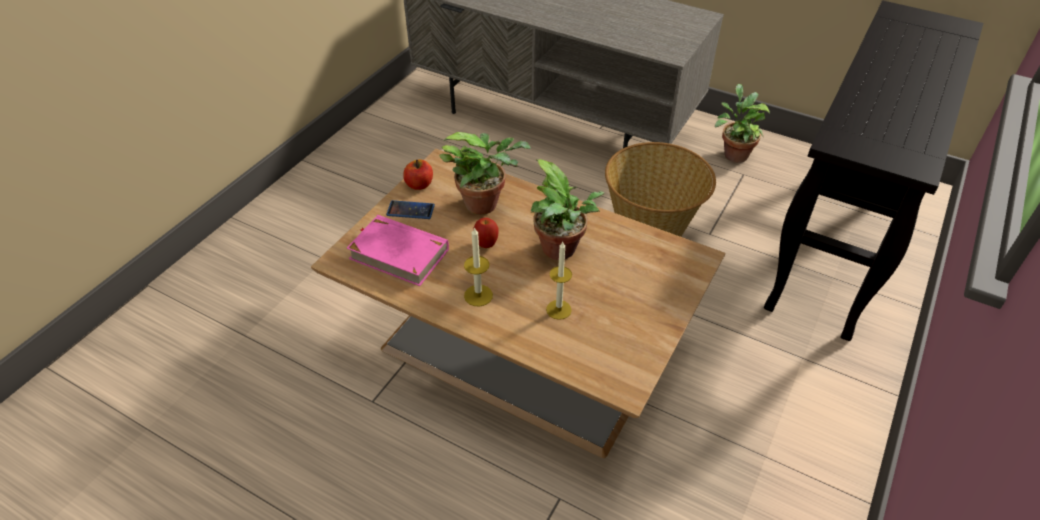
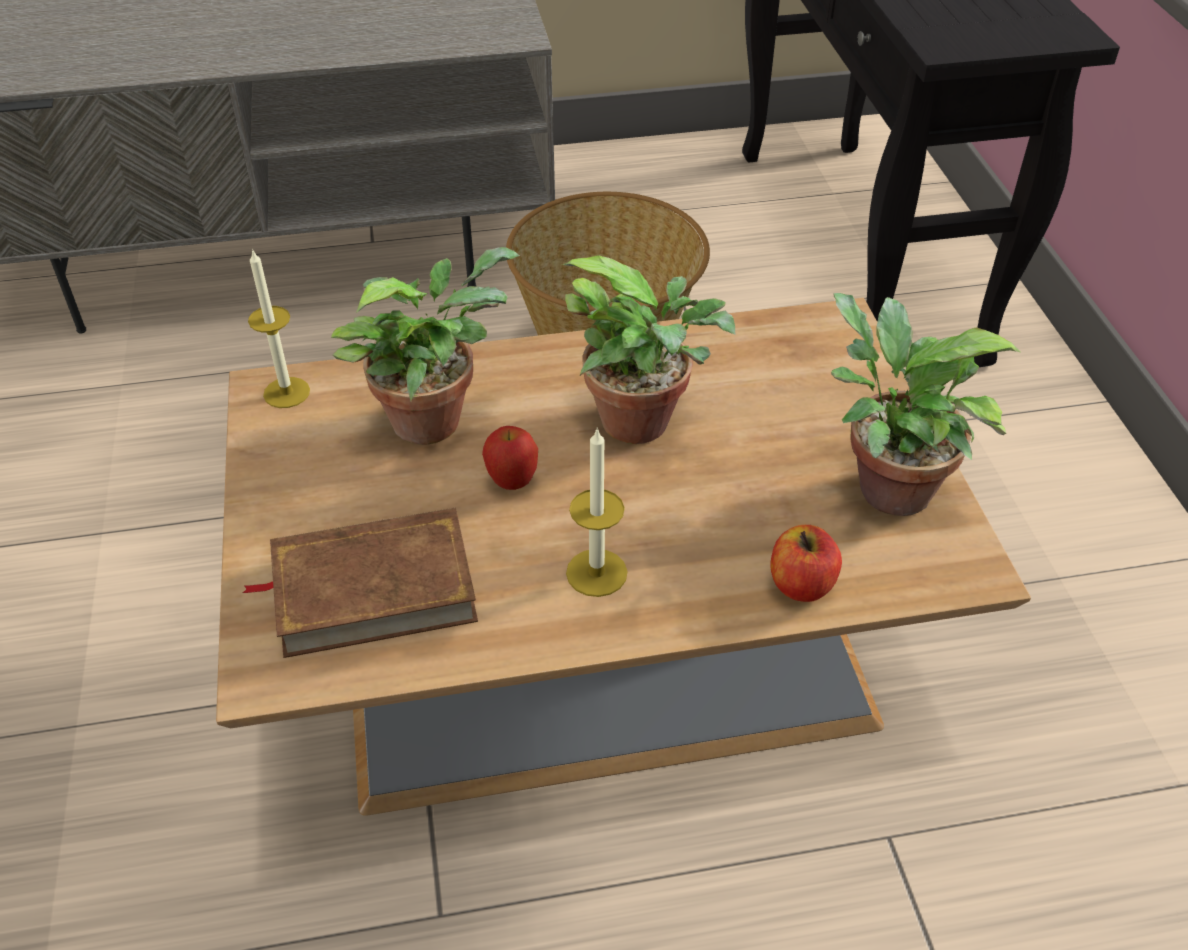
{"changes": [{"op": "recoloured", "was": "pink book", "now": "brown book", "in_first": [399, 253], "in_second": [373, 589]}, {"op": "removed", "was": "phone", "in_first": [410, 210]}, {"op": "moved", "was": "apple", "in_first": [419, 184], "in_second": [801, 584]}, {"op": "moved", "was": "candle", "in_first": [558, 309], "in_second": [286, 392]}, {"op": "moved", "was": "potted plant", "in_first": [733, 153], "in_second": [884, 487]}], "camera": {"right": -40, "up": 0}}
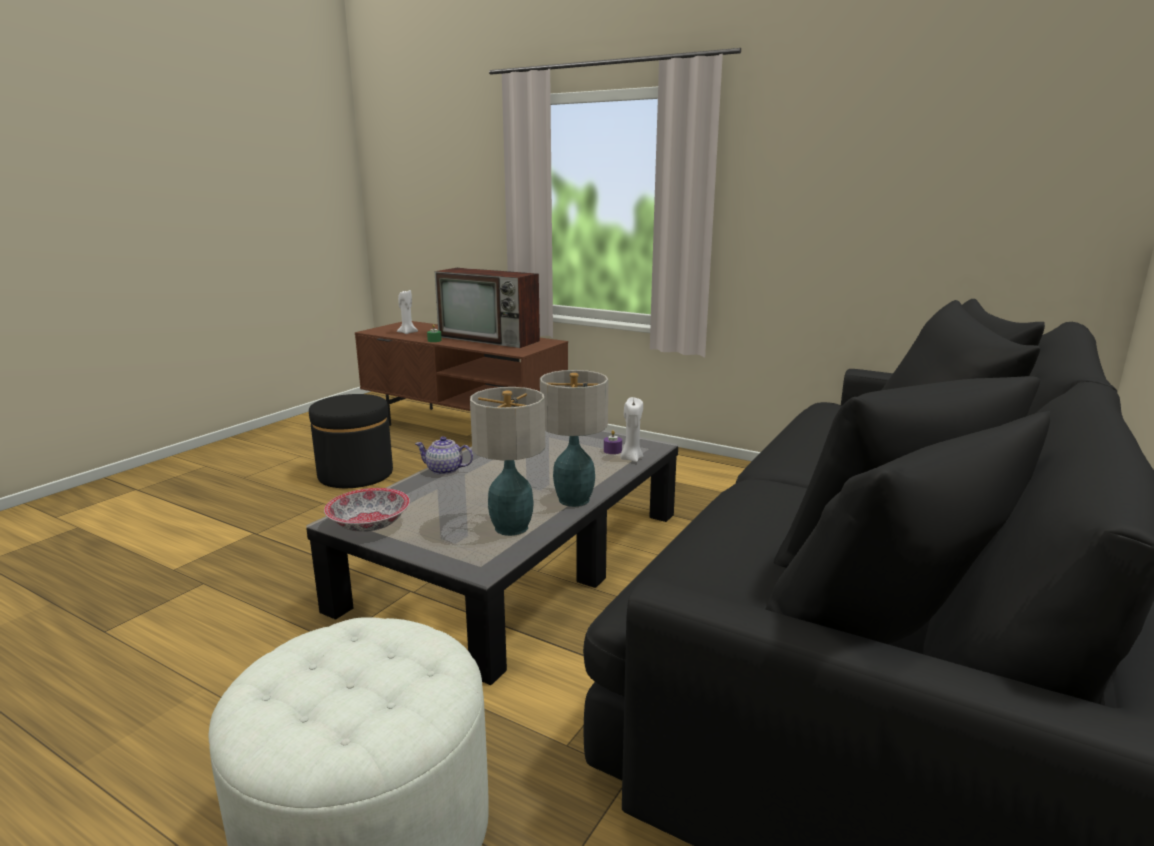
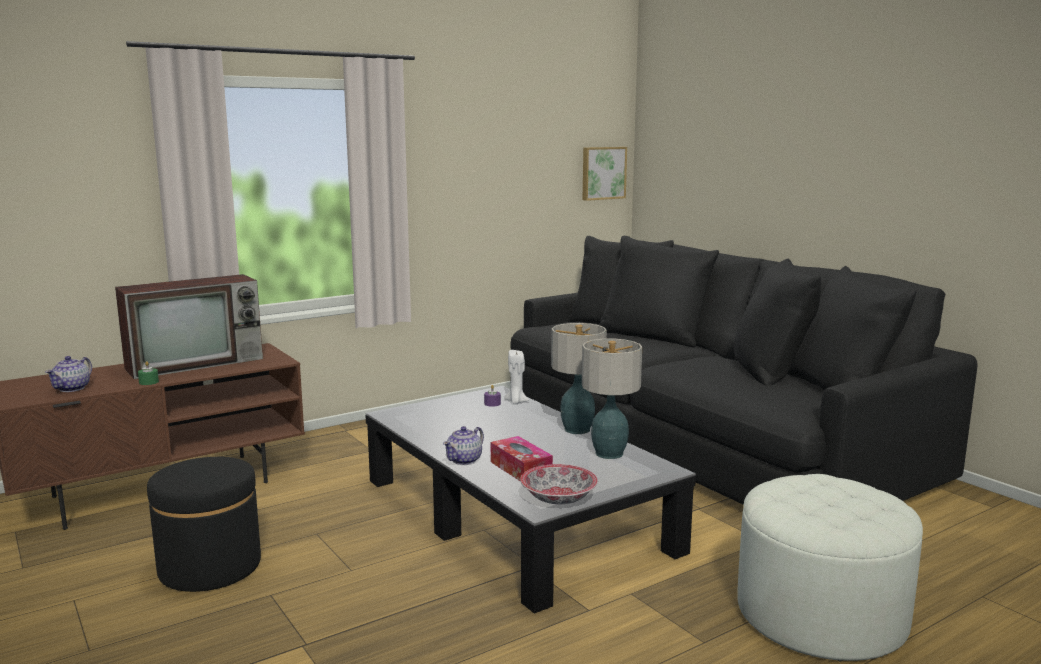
{"changes": [{"op": "replaced", "was": "white candle", "now": "teapot", "in_first": [407, 333], "in_second": [72, 388]}, {"op": "added", "now": "tissue box", "in_second": [520, 469]}, {"op": "added", "now": "picture", "in_second": [602, 173]}], "camera": {"right": -65, "up": -5}}
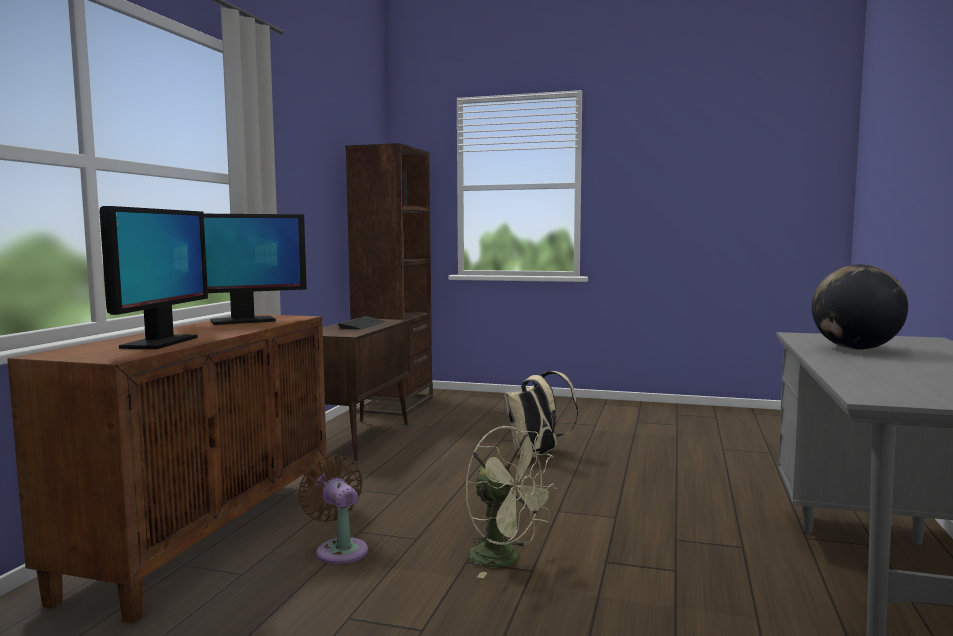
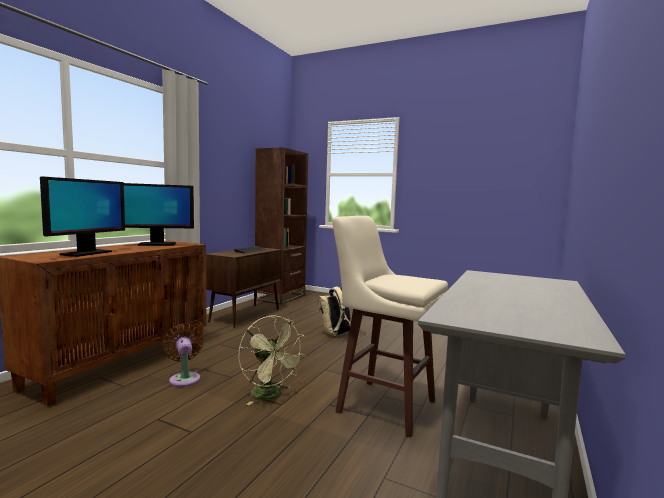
{"changes": [{"op": "removed", "was": "globe", "in_first": [855, 349]}, {"op": "added", "now": "beige stool", "in_second": [384, 405]}], "camera": {"right": 10, "up": 0}}
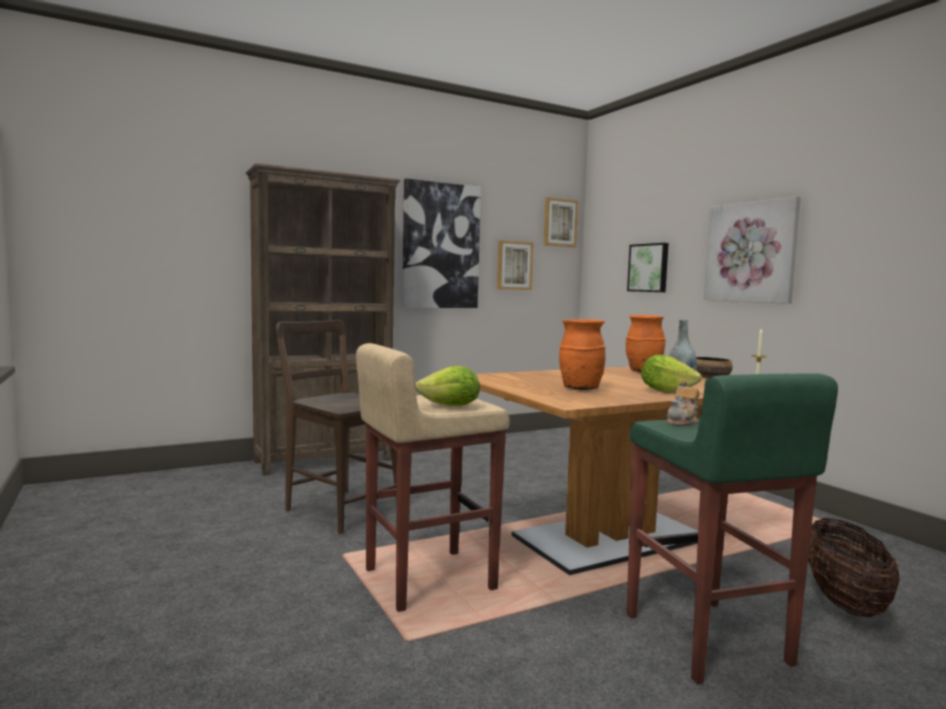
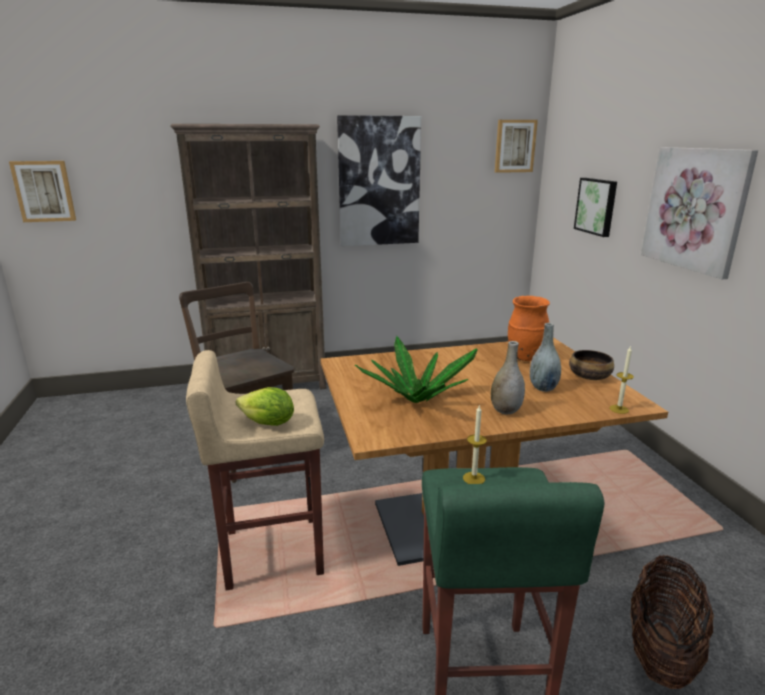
{"changes": [{"op": "moved", "was": "picture", "in_first": [514, 265], "in_second": [44, 191]}, {"op": "replaced", "was": "orange vase", "now": "potted plant", "in_first": [580, 388], "in_second": [417, 399]}, {"op": "replaced", "was": "lettuce", "now": "grey vase", "in_first": [666, 391], "in_second": [505, 410]}, {"op": "replaced", "was": "teapot", "now": "candle", "in_first": [683, 422], "in_second": [474, 478]}], "camera": {"right": 15, "up": 15}}
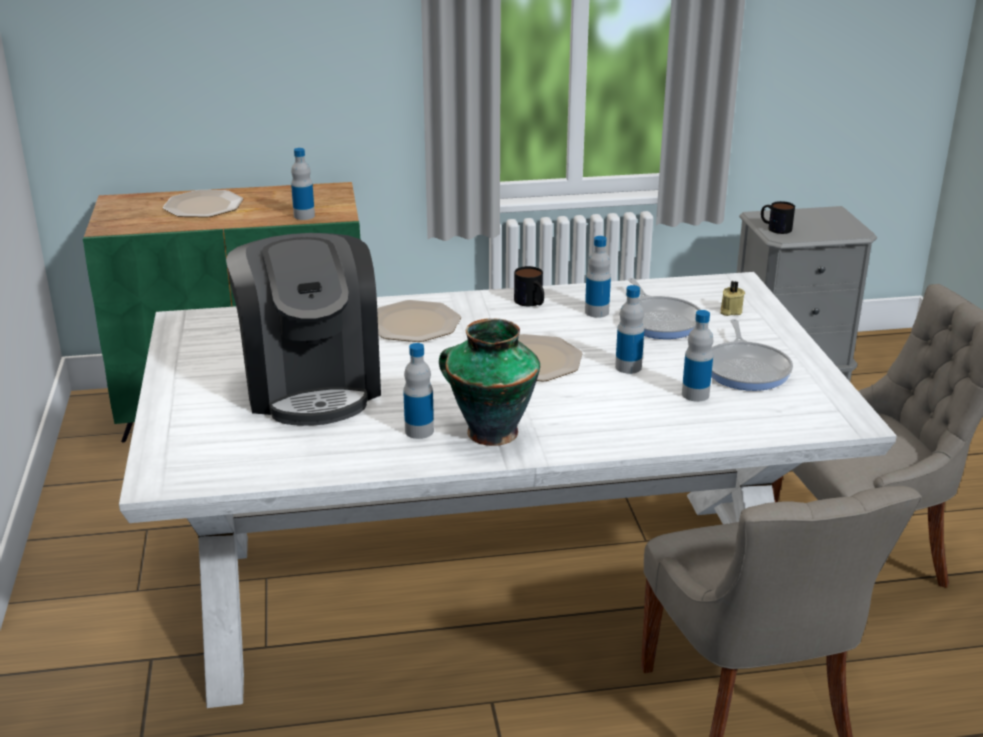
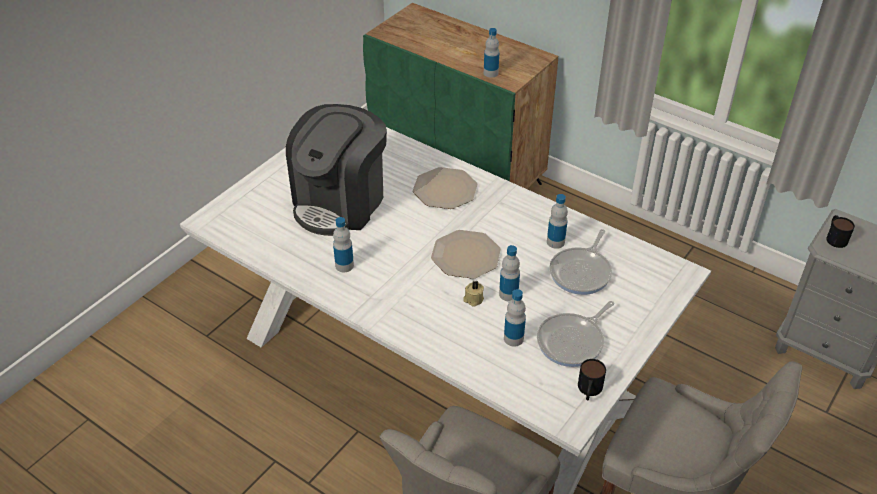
{"changes": [{"op": "removed", "was": "plate", "in_first": [203, 206]}, {"op": "removed", "was": "vase", "in_first": [490, 431]}, {"op": "moved", "was": "mug", "in_first": [531, 303], "in_second": [589, 391]}, {"op": "moved", "was": "beige candle", "in_first": [730, 311], "in_second": [473, 299]}], "camera": {"right": 45, "up": 15}}
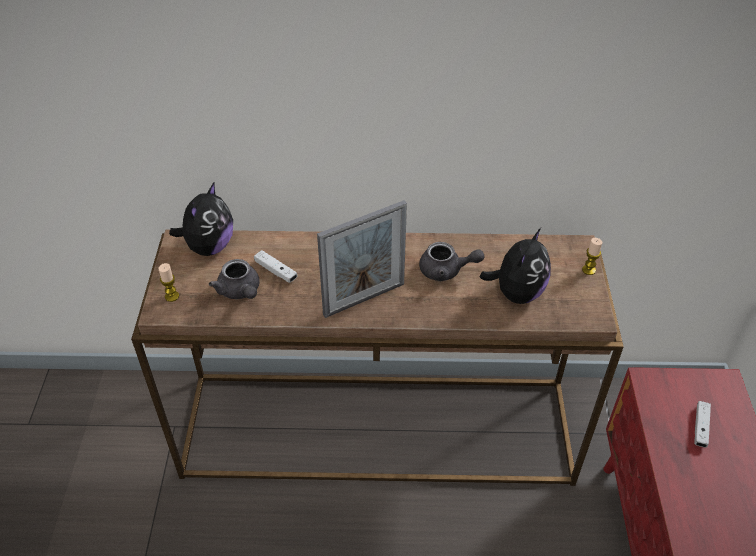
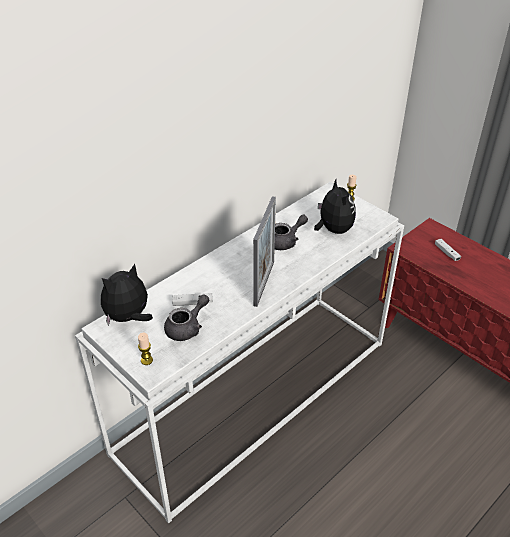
{"changes": [{"op": "recoloured", "was": "brown console table", "now": "white console table", "in_first": [380, 427], "in_second": [255, 393]}, {"op": "turned", "was": "plush toy", "in_first": [209, 246], "in_second": [128, 318], "clockwise": -105}, {"op": "turned", "was": "grey teapot", "in_first": [240, 292], "in_second": [187, 328], "clockwise": -60}], "camera": {"right": -45, "up": -5}}
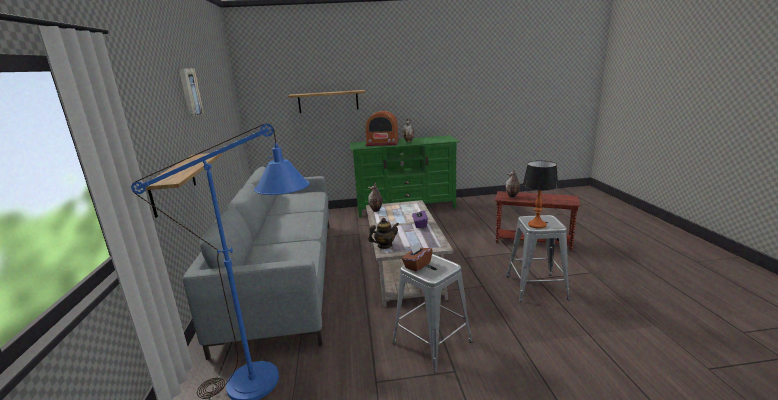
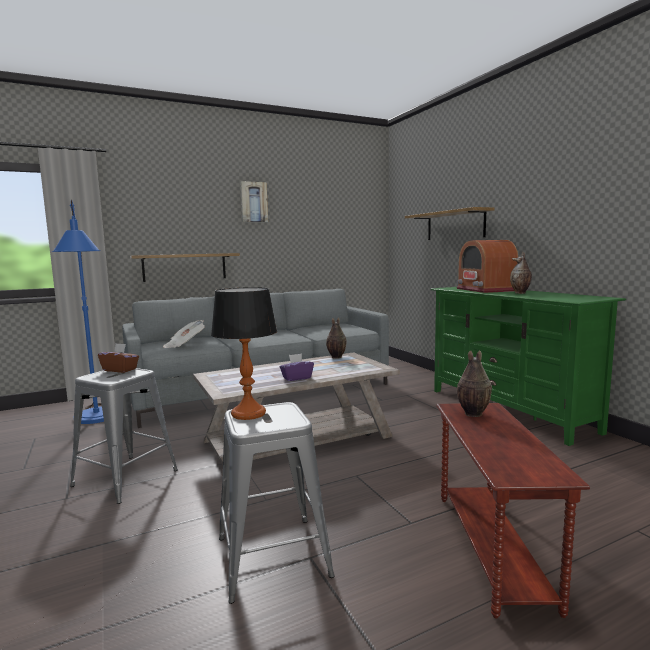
{"changes": [{"op": "removed", "was": "teapot", "in_first": [384, 246]}, {"op": "added", "now": "newspaper", "in_second": [184, 345]}], "camera": {"right": 70, "up": -10}}
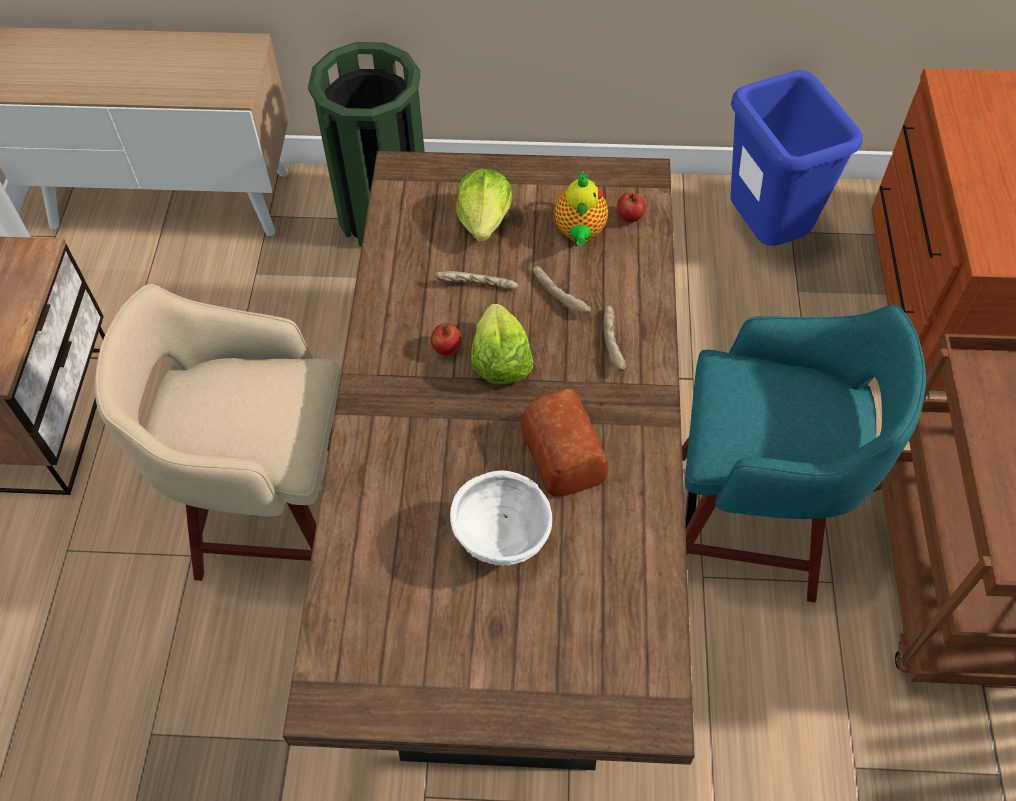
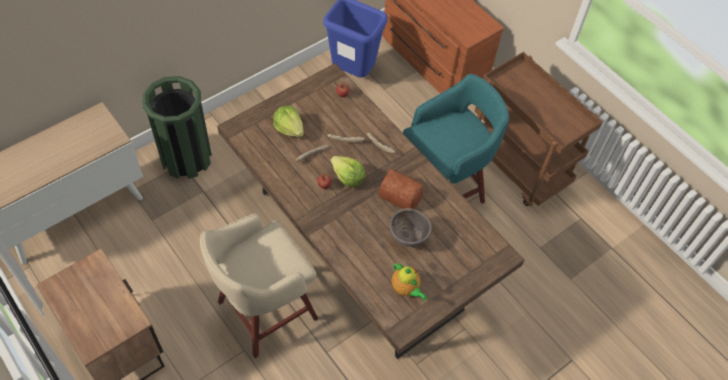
{"changes": [{"op": "recoloured", "was": "white bowl", "now": "brown bowl", "in_first": [502, 540], "in_second": [408, 237]}, {"op": "moved", "was": "teapot", "in_first": [579, 233], "in_second": [406, 289]}], "camera": {"right": -45, "up": 0}}
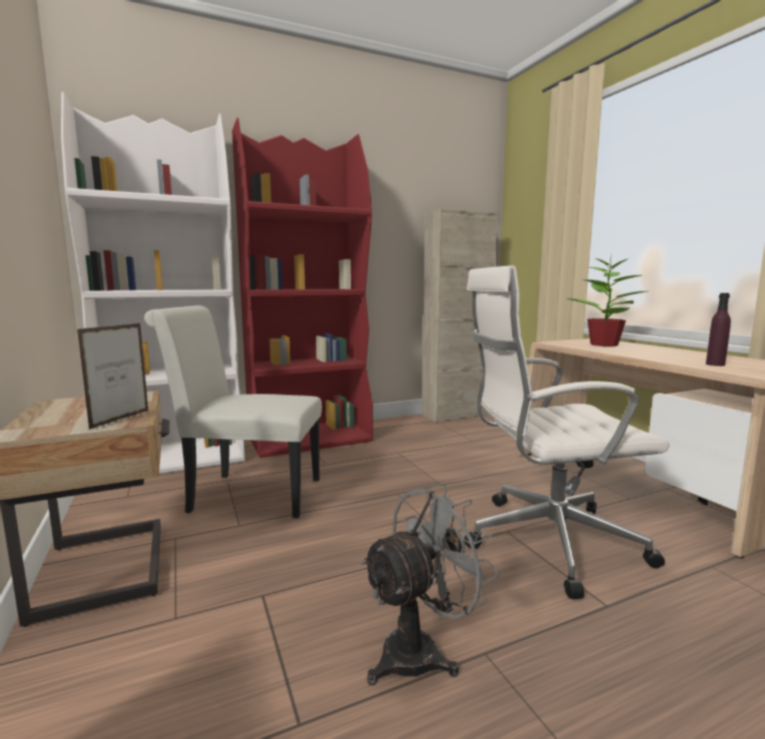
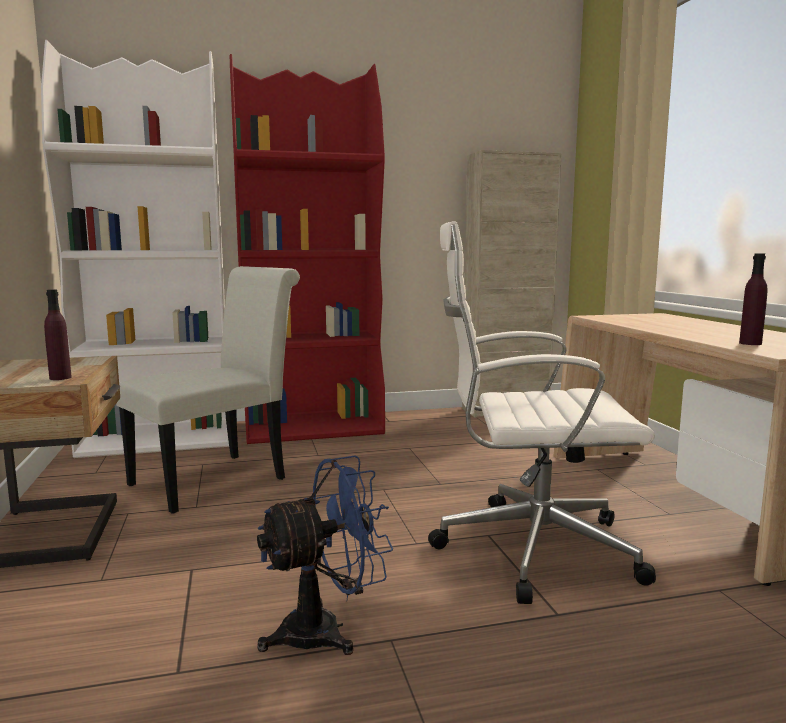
{"changes": [{"op": "replaced", "was": "picture frame", "now": "purple bottle", "in_first": [121, 419], "in_second": [60, 378]}, {"op": "turned", "was": "white chair", "in_first": [247, 495], "in_second": [217, 479], "clockwise": 120}, {"op": "recoloured", "was": "grey fan", "now": "blue fan", "in_first": [421, 650], "in_second": [326, 630]}, {"op": "removed", "was": "potted plant", "in_first": [605, 345]}], "camera": {"right": 10, "up": 0}}
